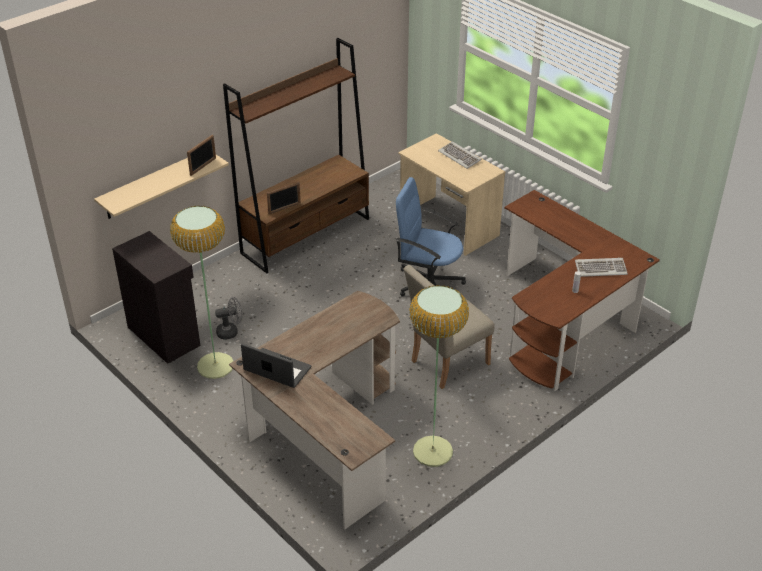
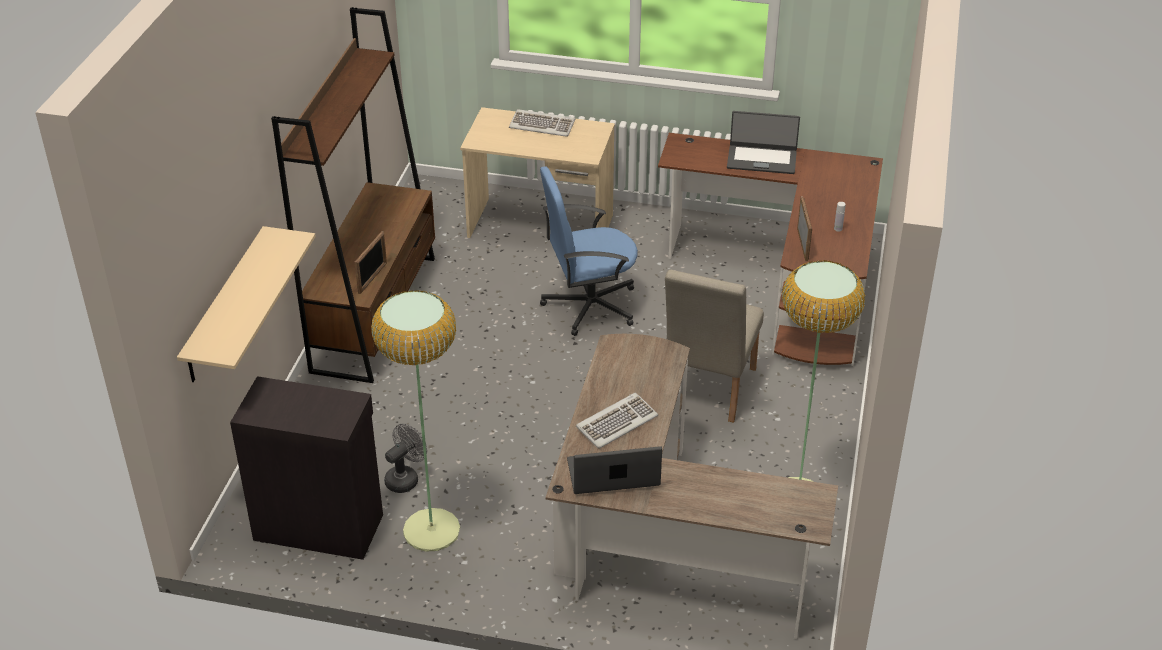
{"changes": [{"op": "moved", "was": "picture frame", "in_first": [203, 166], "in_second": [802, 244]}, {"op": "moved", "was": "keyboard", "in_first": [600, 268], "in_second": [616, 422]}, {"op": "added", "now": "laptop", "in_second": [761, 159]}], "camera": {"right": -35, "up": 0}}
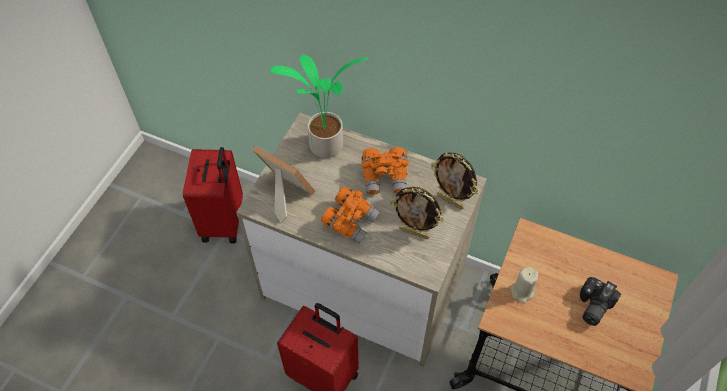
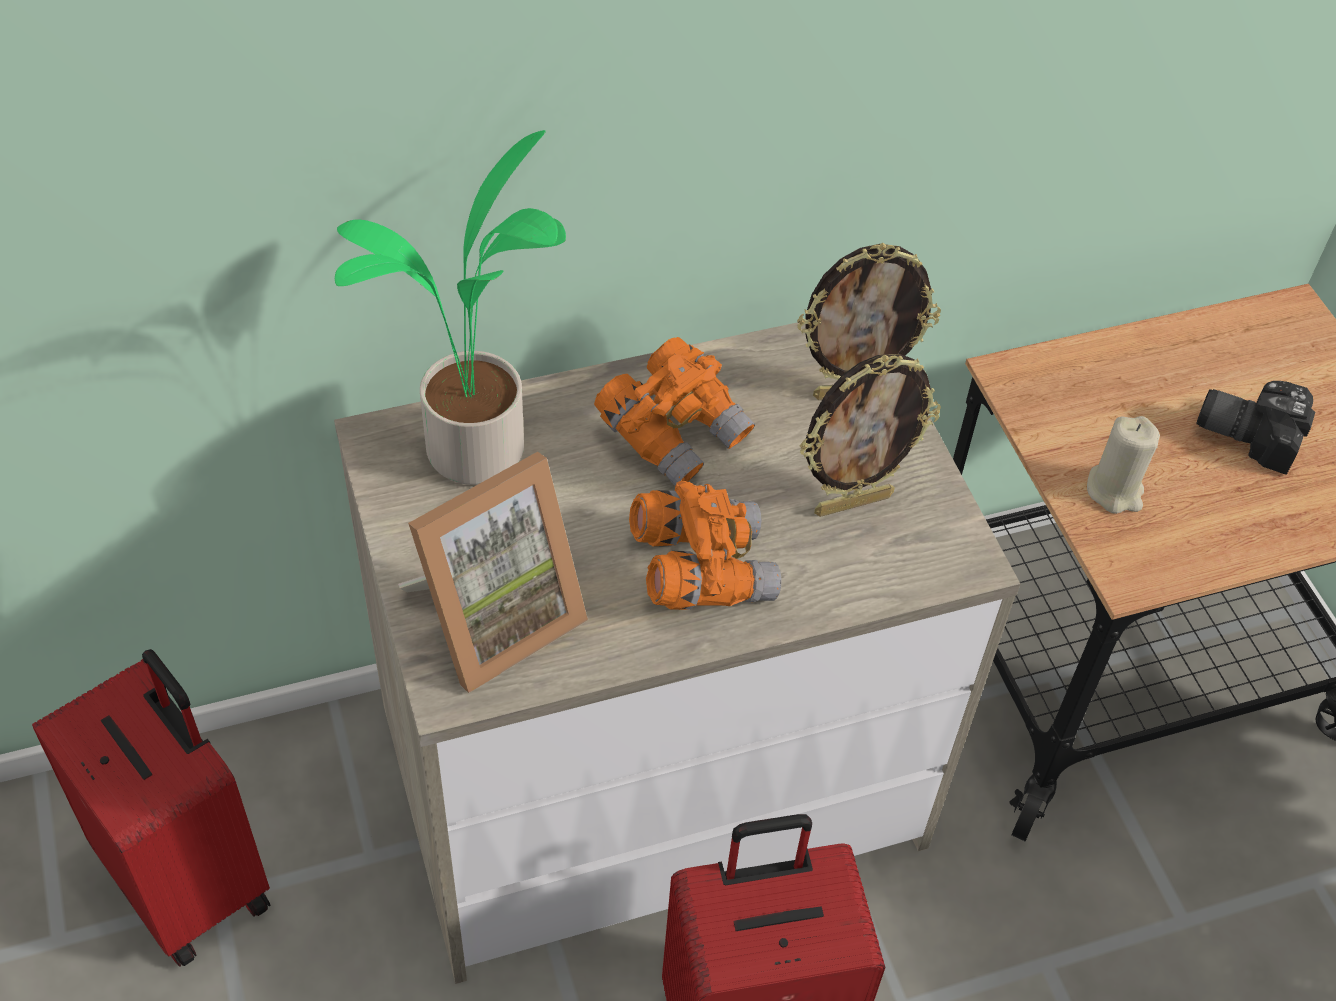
{"changes": [{"op": "turned", "was": "picture frame", "in_first": [284, 195], "in_second": [493, 618], "clockwise": 150}, {"op": "turned", "was": "photo camera", "in_first": [592, 306], "in_second": [1247, 432], "clockwise": 120}], "camera": {"right": -45, "up": -5}}
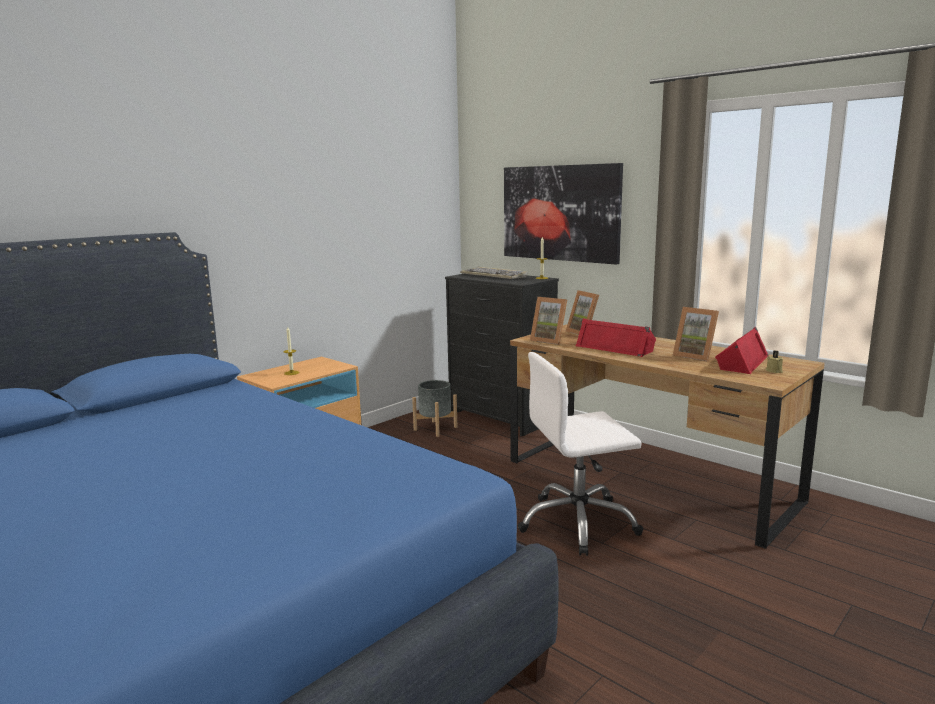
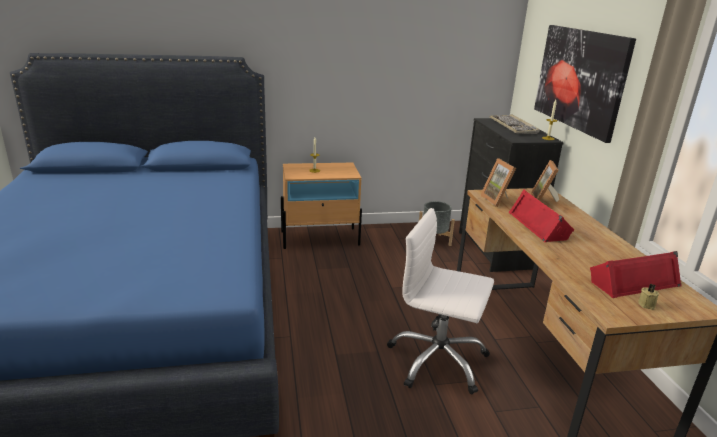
{"changes": [{"op": "removed", "was": "picture frame", "in_first": [695, 356]}], "camera": {"right": 35, "up": 10}}
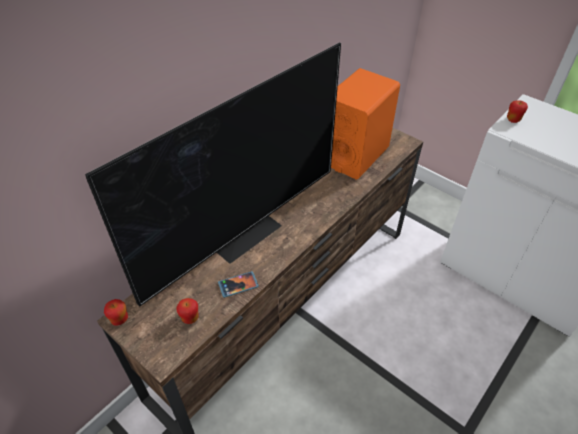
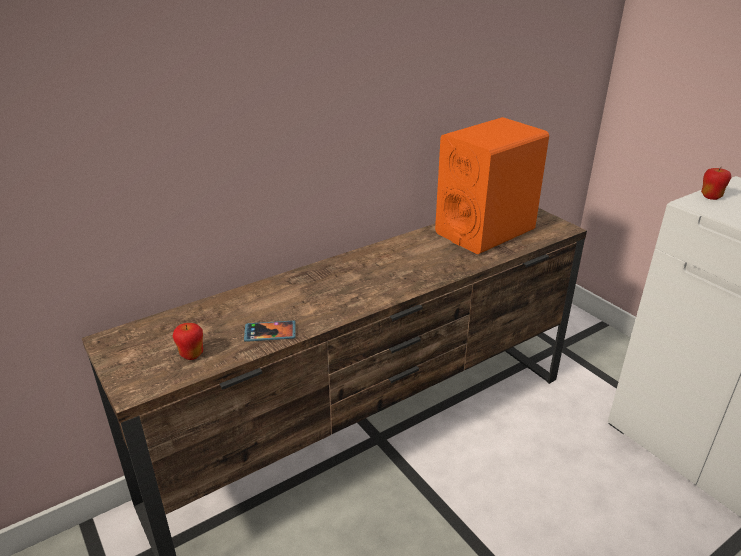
{"changes": [{"op": "removed", "was": "television", "in_first": [245, 232]}, {"op": "removed", "was": "apple", "in_first": [119, 319]}], "camera": {"right": 15, "up": -15}}
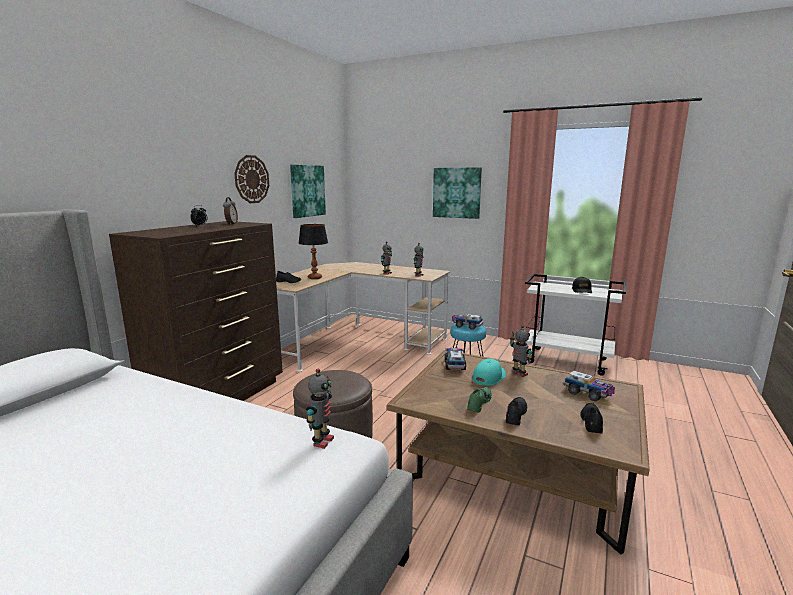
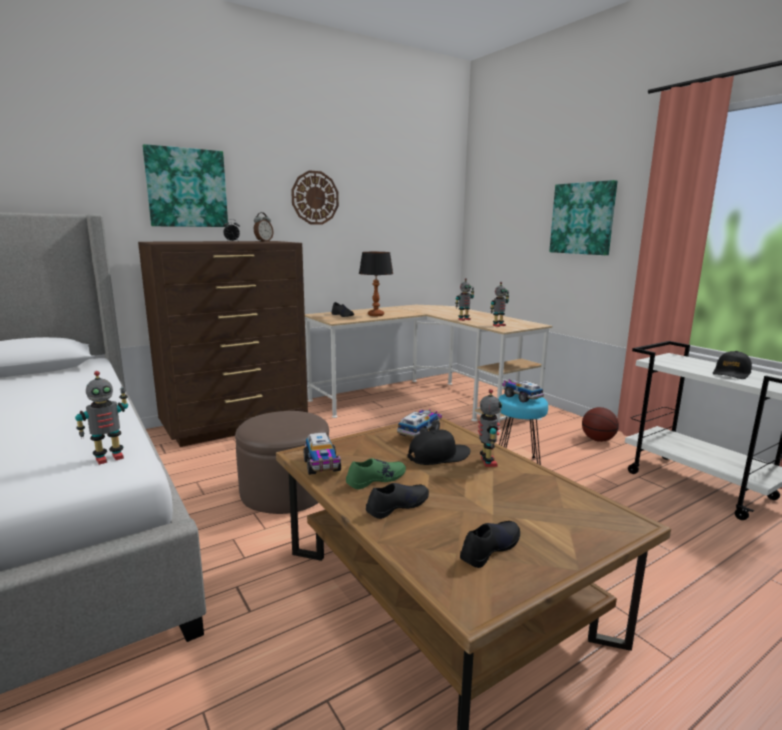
{"changes": [{"op": "moved", "was": "picture", "in_first": [307, 191], "in_second": [187, 188]}, {"op": "recoloured", "was": "turquoise cap", "now": "black cap", "in_first": [489, 377], "in_second": [438, 456]}, {"op": "moved", "was": "toy truck", "in_first": [588, 394], "in_second": [322, 465]}, {"op": "added", "now": "basketball", "in_second": [598, 440]}], "camera": {"right": 30, "up": 0}}
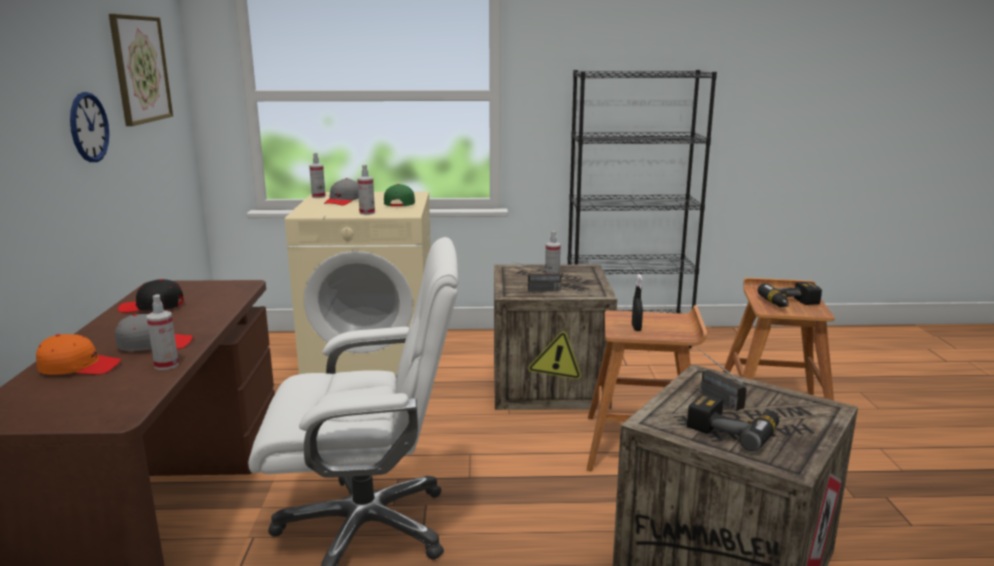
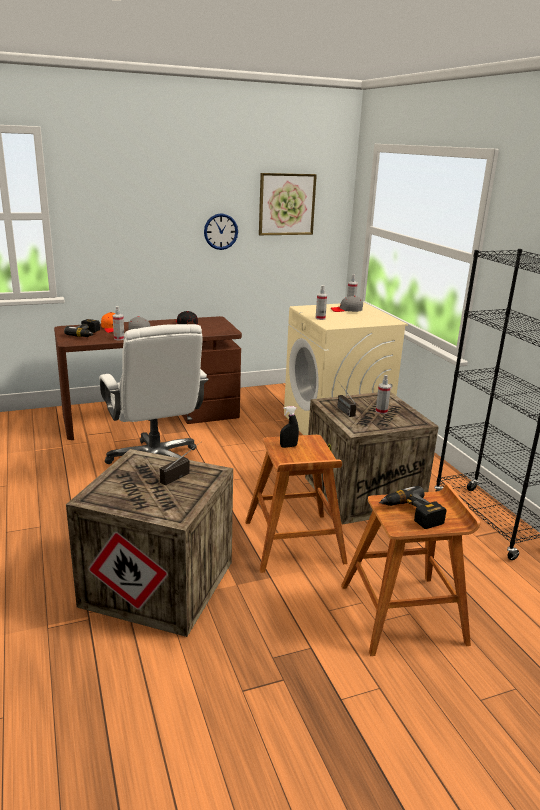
{"changes": [{"op": "removed", "was": "green cap", "in_first": [400, 204]}, {"op": "moved", "was": "power drill", "in_first": [734, 429], "in_second": [87, 334]}], "camera": {"right": 70, "up": 5}}
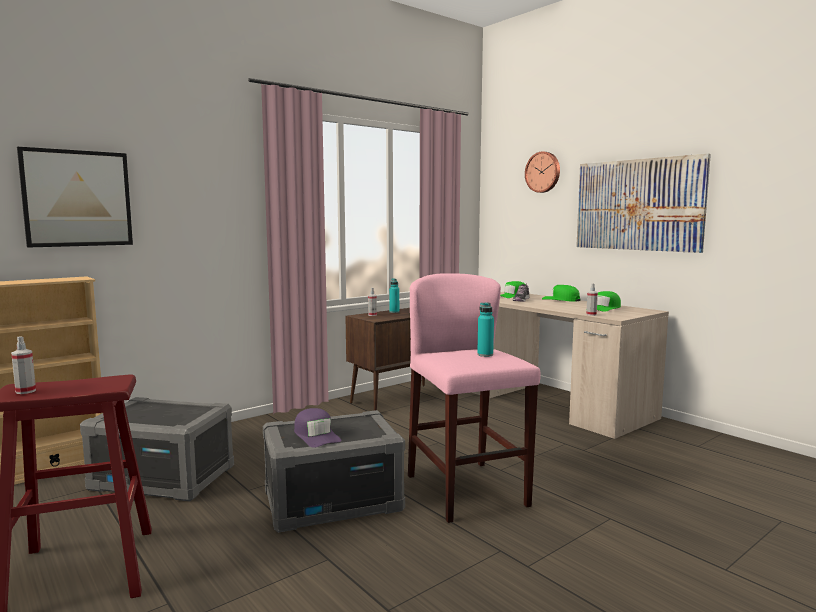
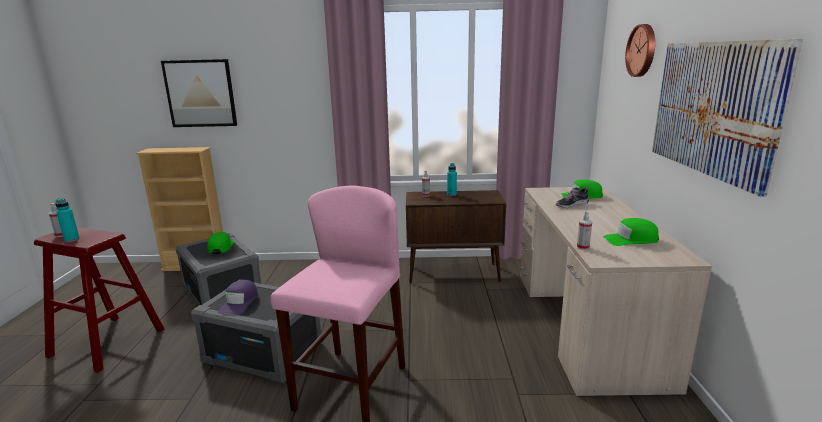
{"changes": [{"op": "moved", "was": "turquoise bottle", "in_first": [485, 355], "in_second": [72, 239]}, {"op": "moved", "was": "green cap", "in_first": [561, 300], "in_second": [221, 247]}], "camera": {"right": 40, "up": 10}}
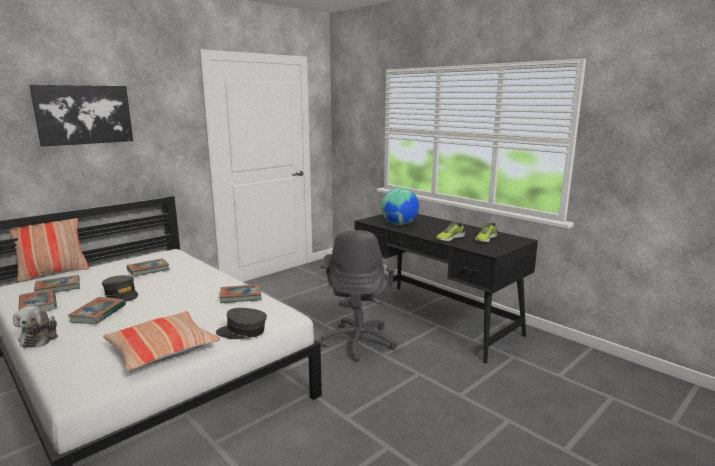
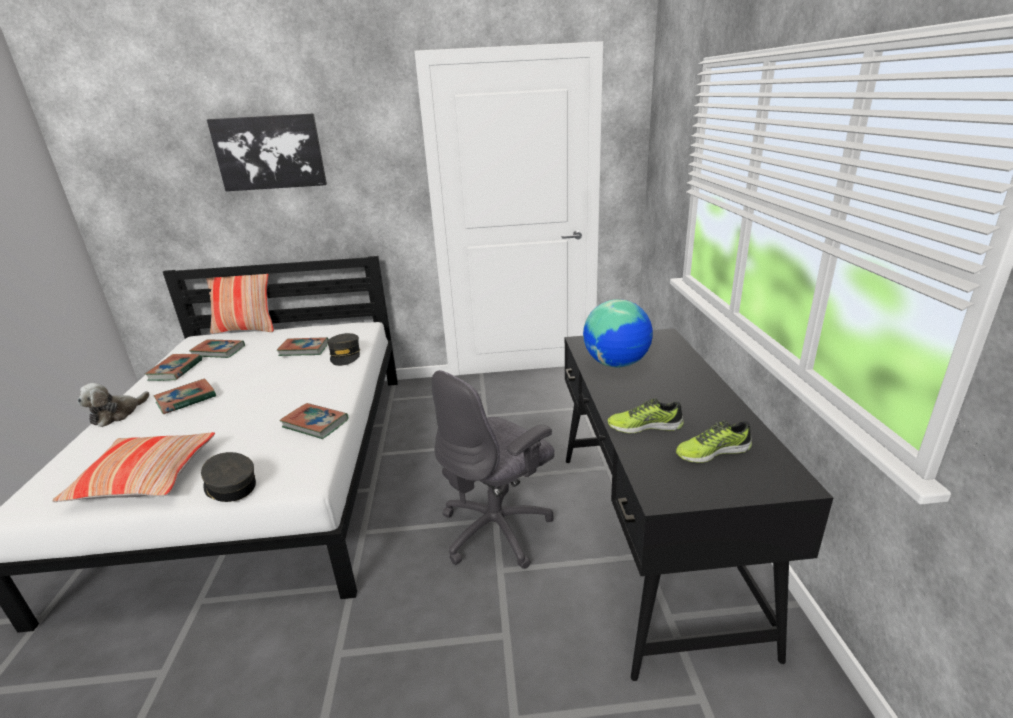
{"changes": [{"op": "moved", "was": "grey cap", "in_first": [121, 295], "in_second": [345, 355]}], "camera": {"right": 40, "up": 10}}
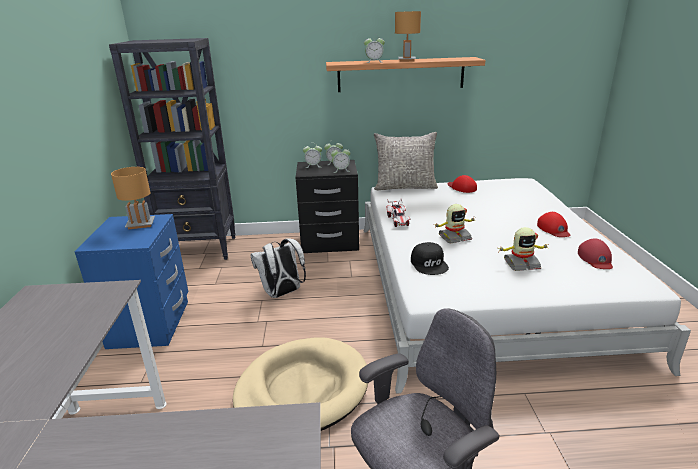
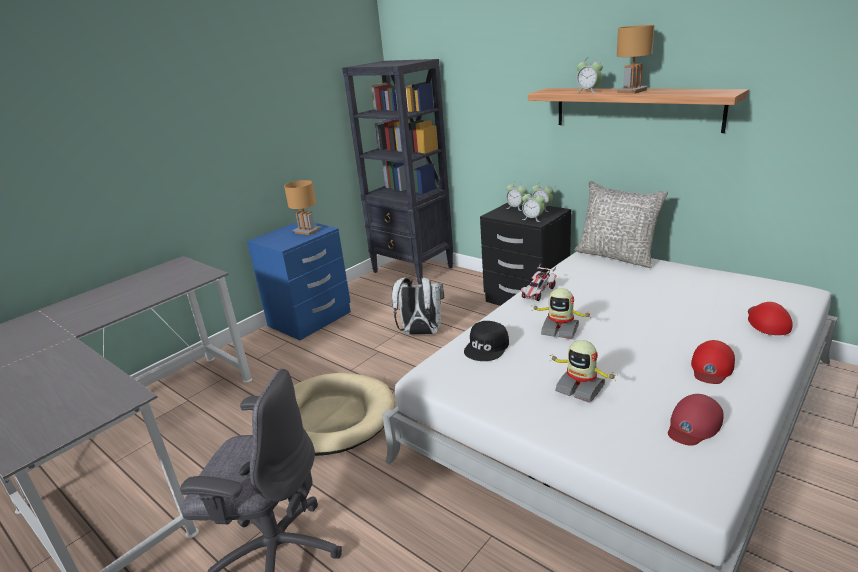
{"changes": [{"op": "moved", "was": "red cap", "in_first": [462, 187], "in_second": [767, 321]}], "camera": {"right": 45, "up": 0}}
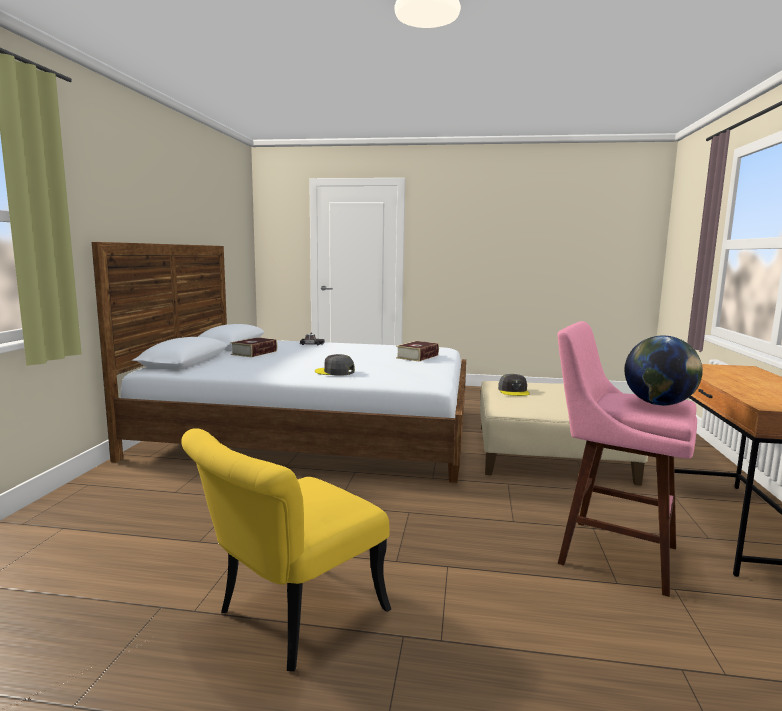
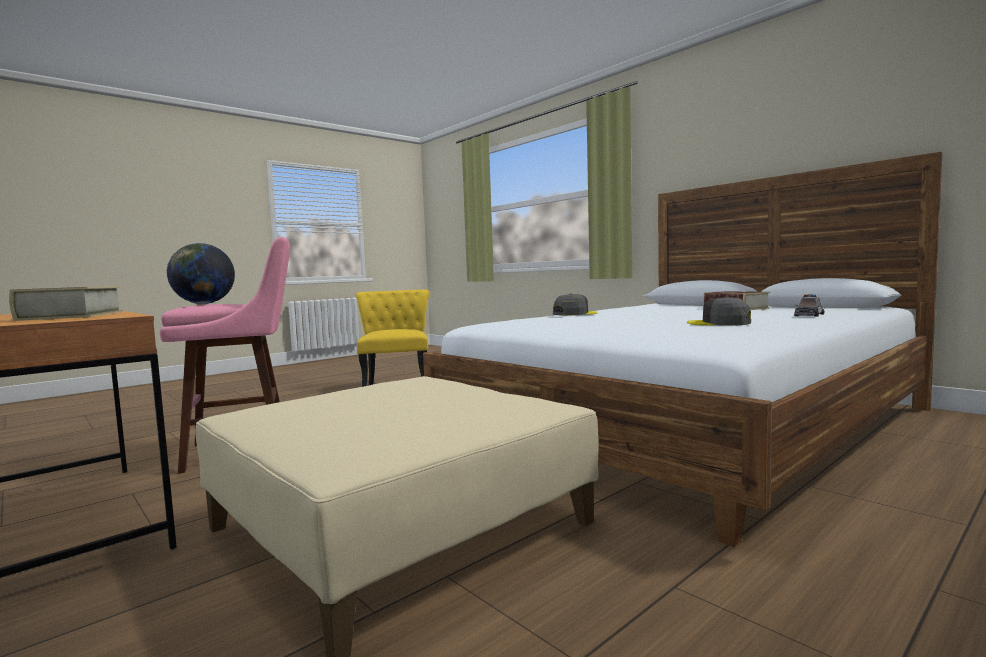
{"changes": [{"op": "moved", "was": "book", "in_first": [417, 356], "in_second": [72, 315]}, {"op": "moved", "was": "grey cap", "in_first": [513, 391], "in_second": [719, 323]}], "camera": {"right": 130, "up": -5}}
